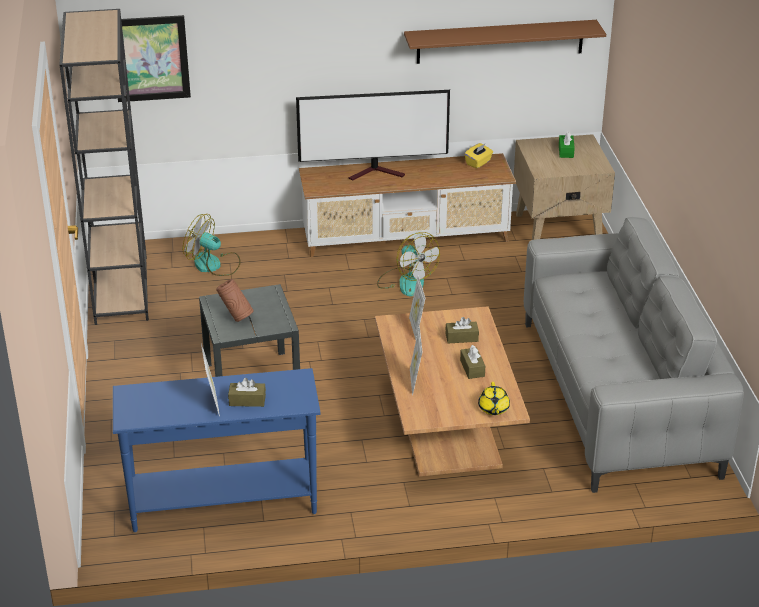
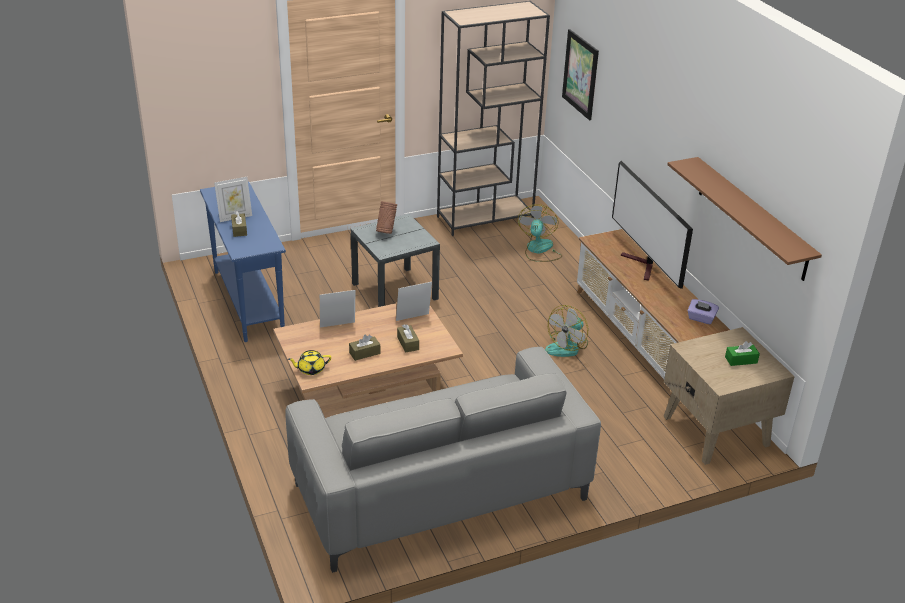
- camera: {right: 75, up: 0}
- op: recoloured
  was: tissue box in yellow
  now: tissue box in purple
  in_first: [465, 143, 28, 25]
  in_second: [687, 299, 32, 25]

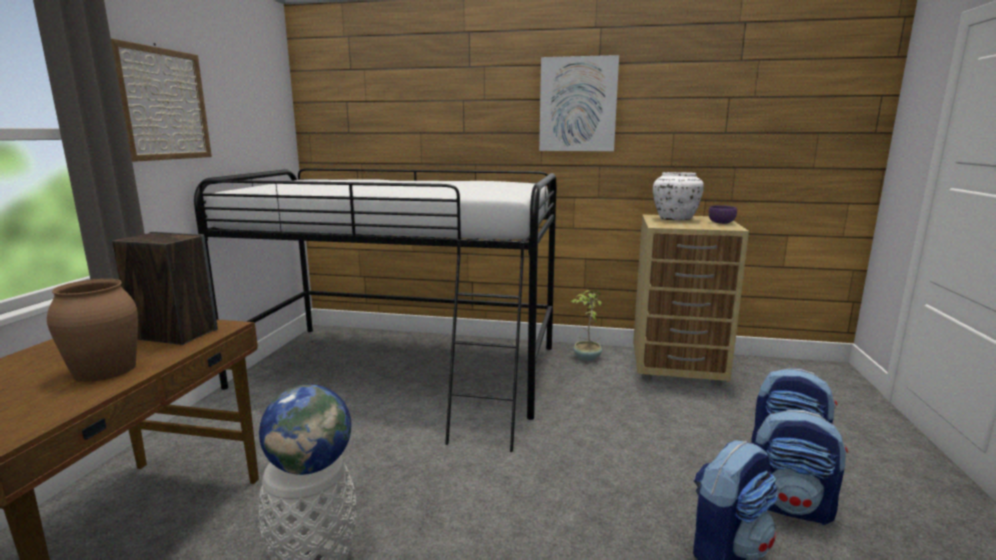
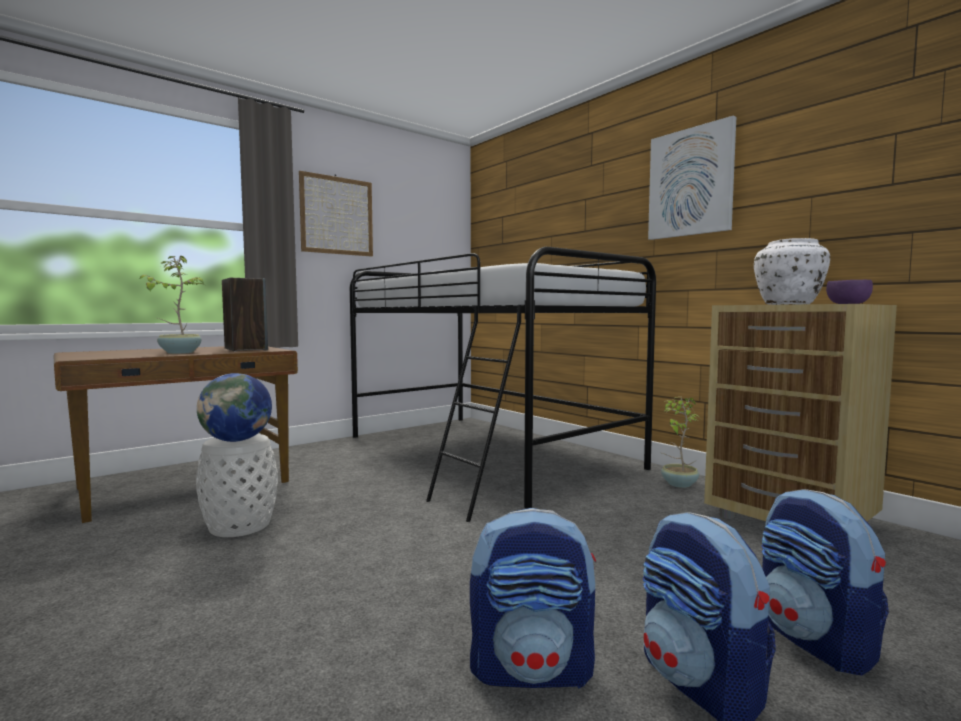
- camera: {right: 40, up: -10}
- op: replaced
  was: flower vase in brown-coloured
  now: plant in a pot
  in_first: [47, 279, 91, 103]
  in_second: [139, 256, 66, 98]

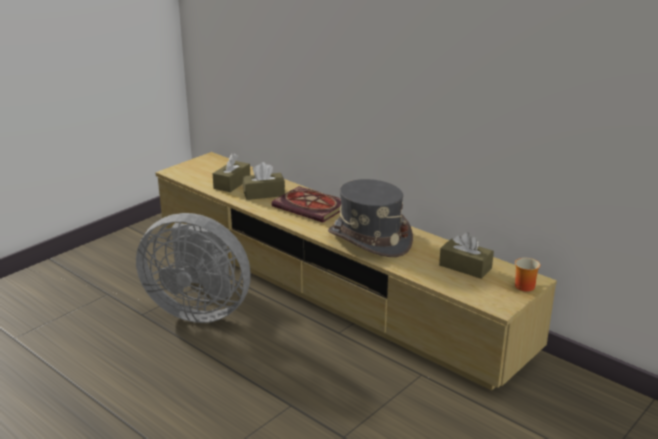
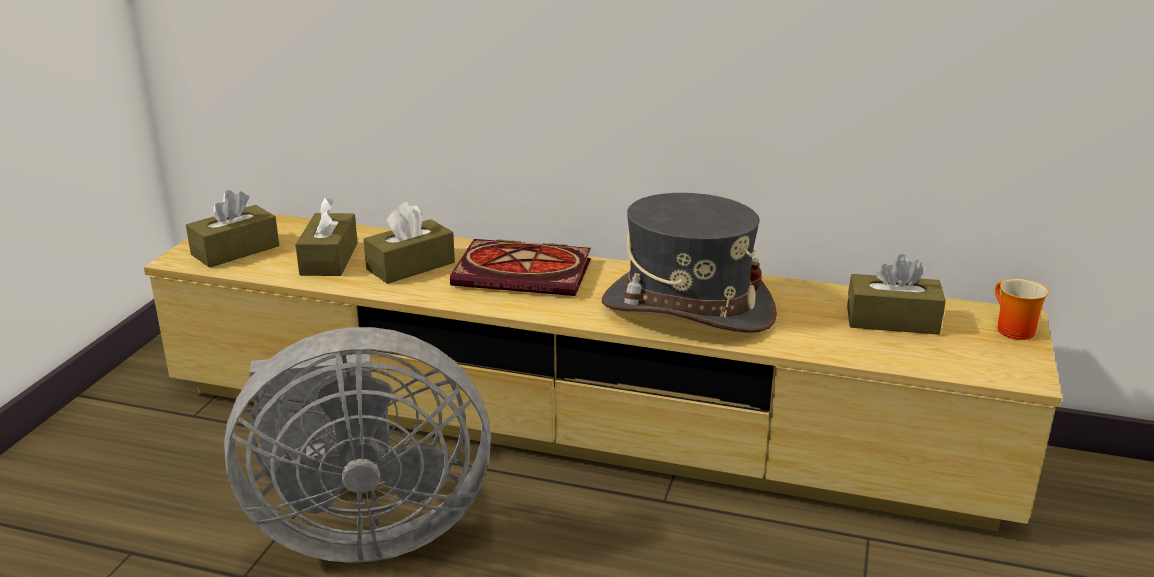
- camera: {right: -25, up: 0}
- op: added
  now: tissue box in brown-coloured
  in_second: [186, 190, 93, 78]

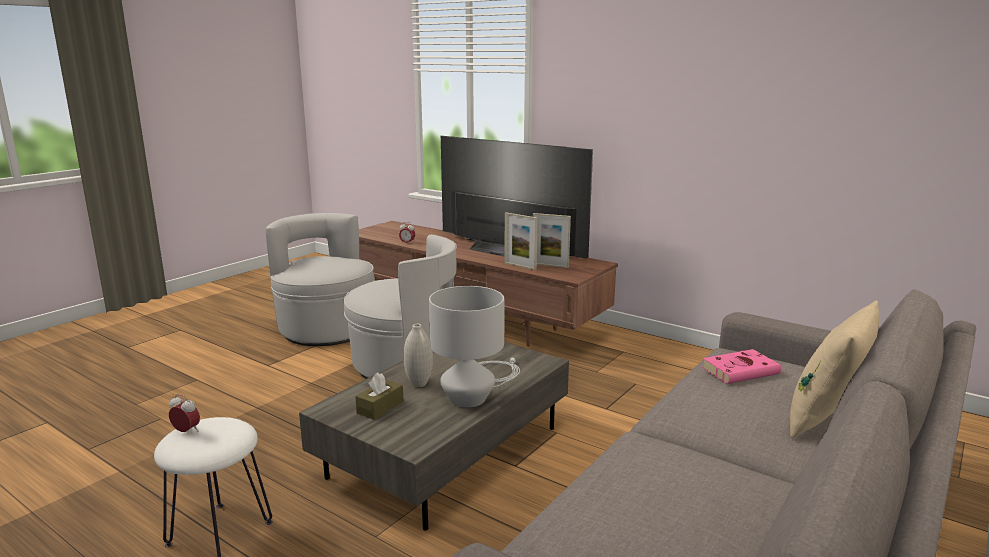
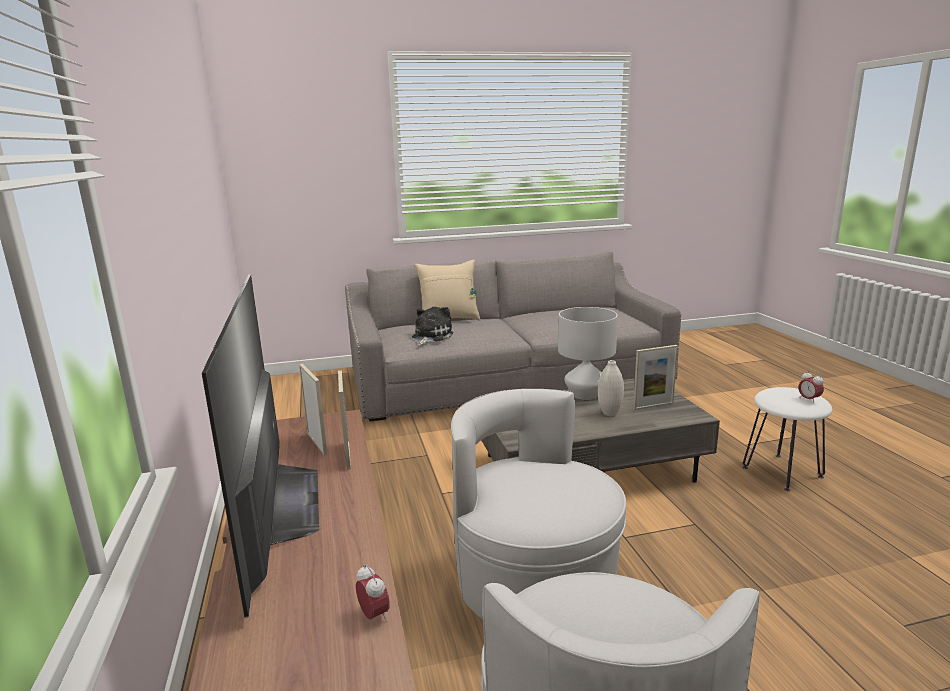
- camera: {right: -140, up: 0}
- op: replaced
  was: tissue box in brown-coloured
  now: picture frame
  in_first: [355, 372, 49, 48]
  in_second: [633, 345, 45, 65]
- op: replaced
  was: book in pink-coloured
  now: plush toy
  in_first: [702, 349, 79, 35]
  in_second: [412, 307, 41, 38]

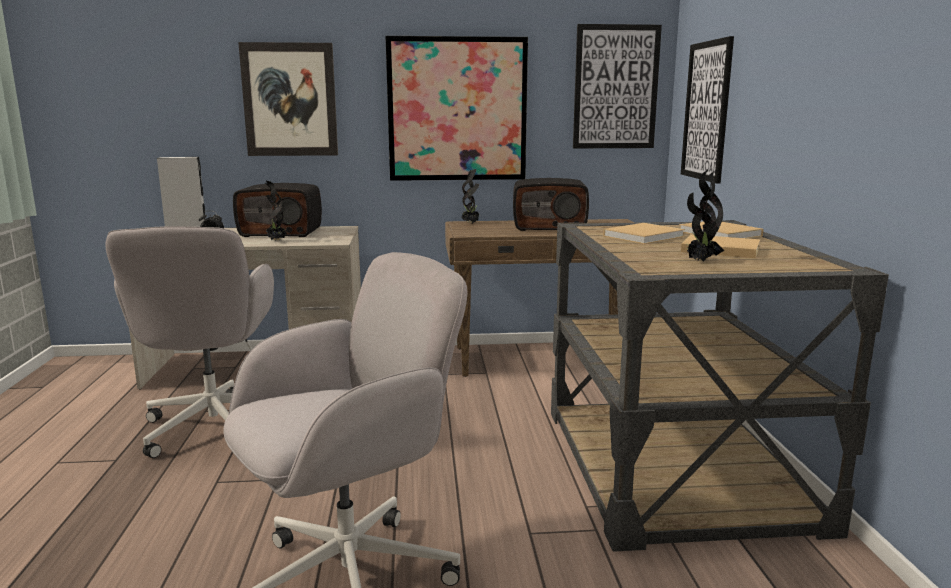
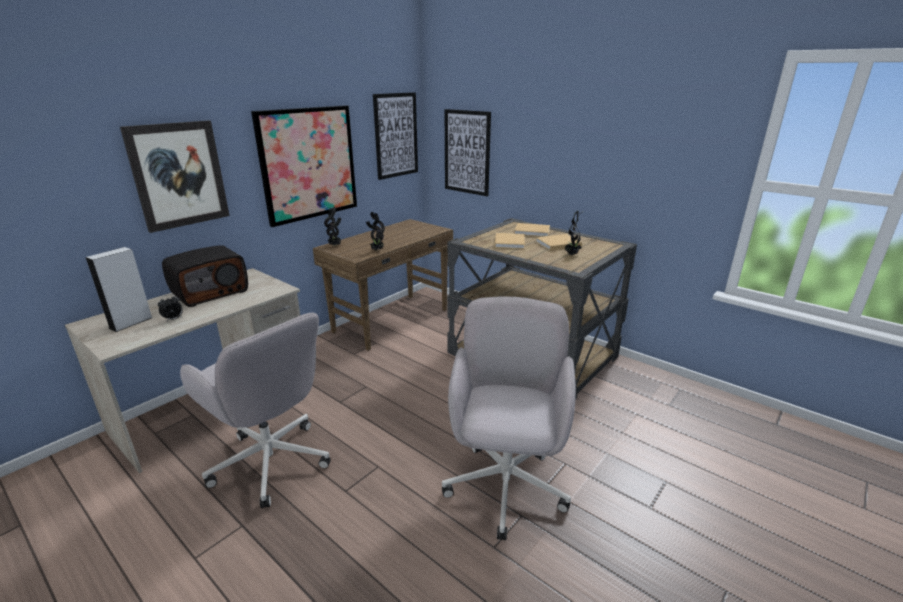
- camera: {right: -45, up: 10}
- op: removed
  was: radio set
  in_first: [513, 178, 76, 53]
- op: moved
  was: plant in a pot
  in_first: [265, 181, 22, 60]
  in_second: [366, 212, 19, 39]

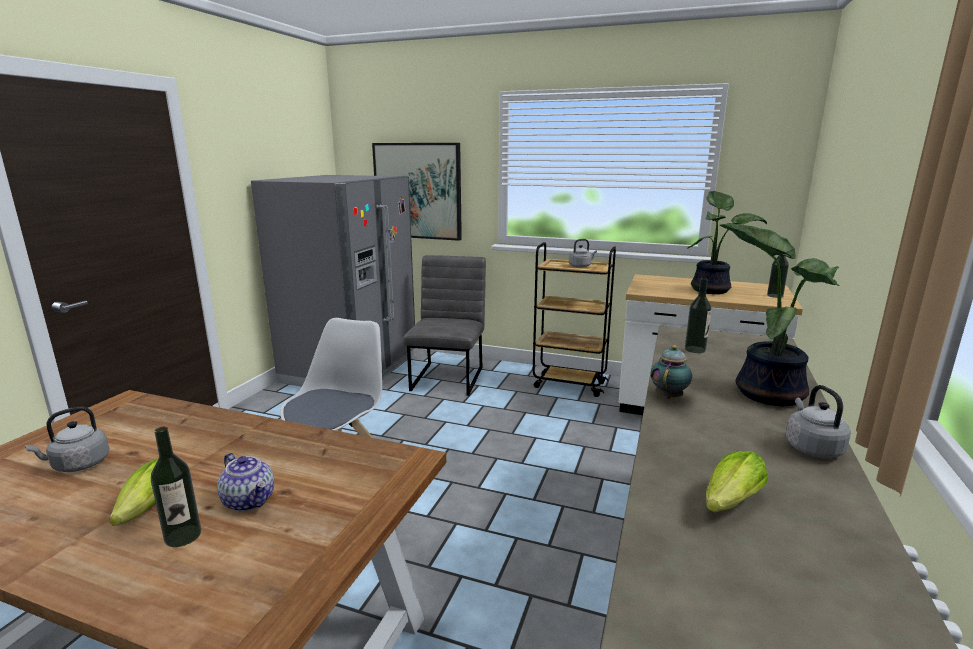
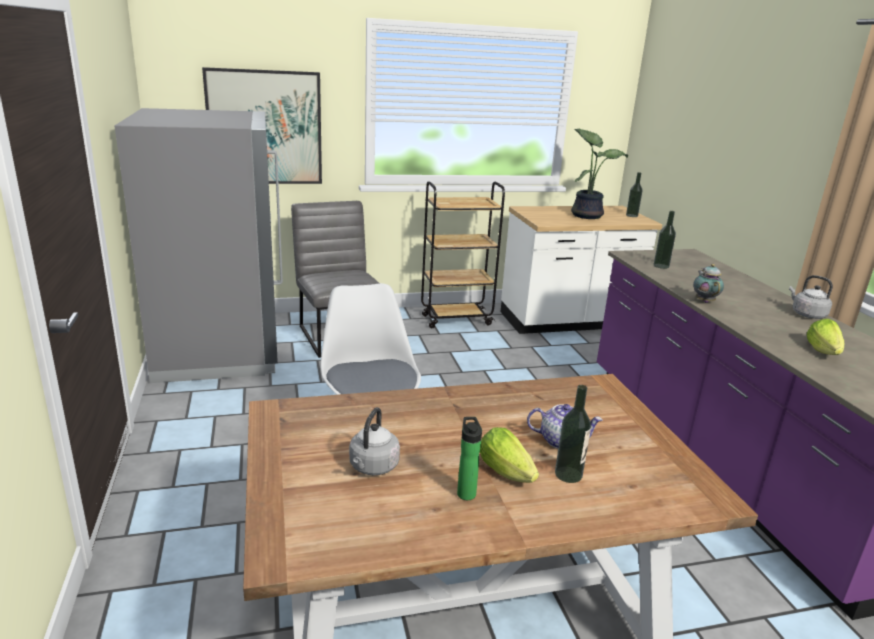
- camera: {right: -35, up: 5}
- op: removed
  was: kettle in greyish
  in_first: [569, 239, 28, 29]
- op: removed
  was: plant in a pot
  in_first: [720, 223, 119, 183]
- op: added
  now: drink bottle
  in_second: [457, 417, 25, 83]

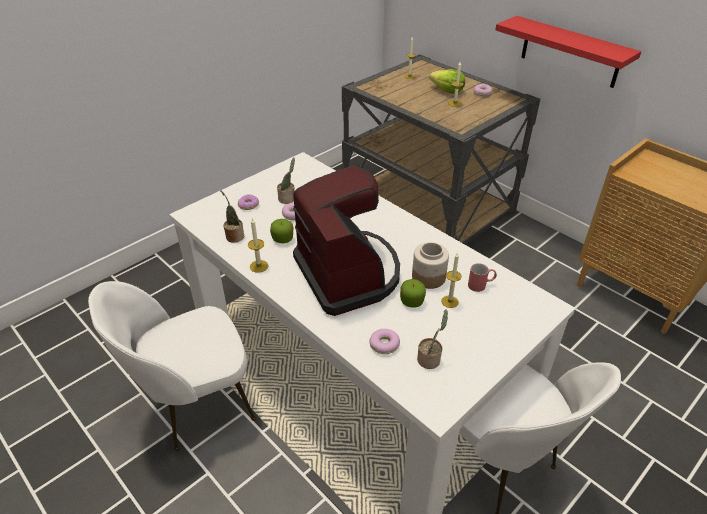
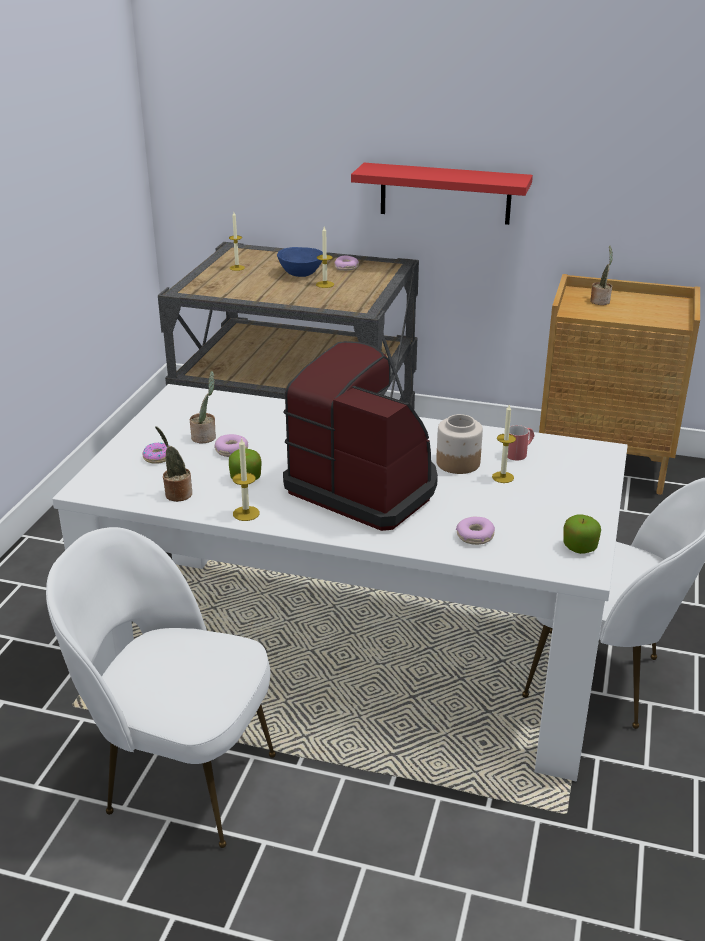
- camera: {right: -30, up: -10}
- op: moved
  was: whole apple
  in_first: [400, 279, 26, 29]
  in_second: [563, 514, 38, 40]
- op: moved
  was: plant in a pot
  in_first: [417, 309, 31, 60]
  in_second: [590, 246, 23, 59]
- op: replaced
  was: lettuce head
  now: serving bowl in blue
  in_first: [429, 69, 36, 25]
  in_second: [277, 247, 46, 30]
- op: turned
  was: plain chair in white
  in_first: [88, 281, 168, 170]
  in_second: [46, 527, 230, 321]
  clockwise: 75

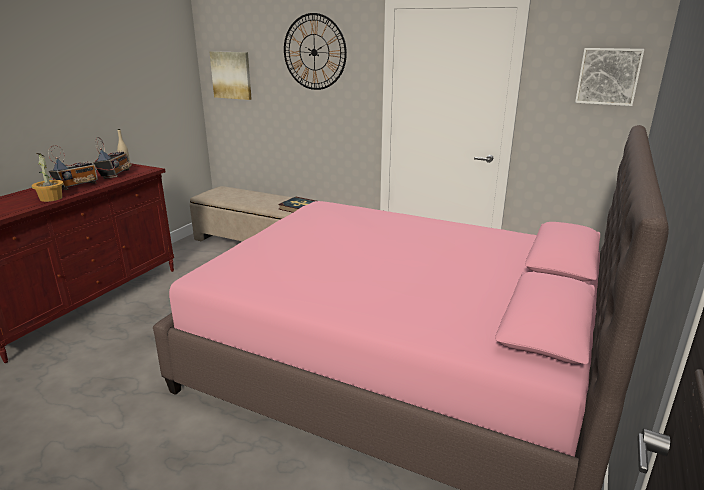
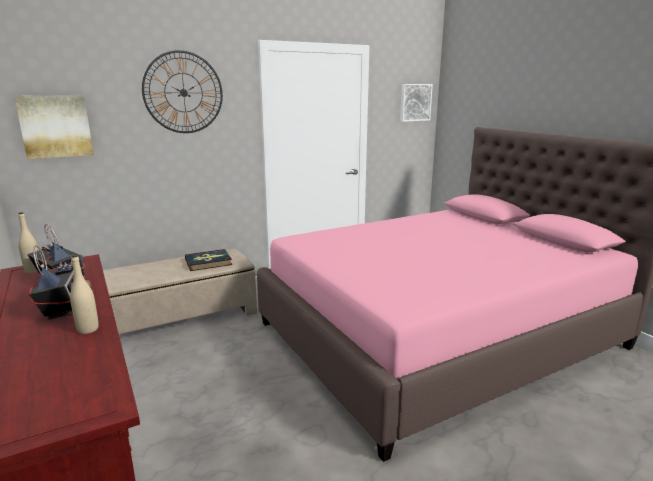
- camera: {right: -55, up: -5}
- op: replaced
  was: plant in a pot
  now: drink bottle in beige-coloured
  in_first: [32, 153, 32, 49]
  in_second: [70, 254, 29, 80]

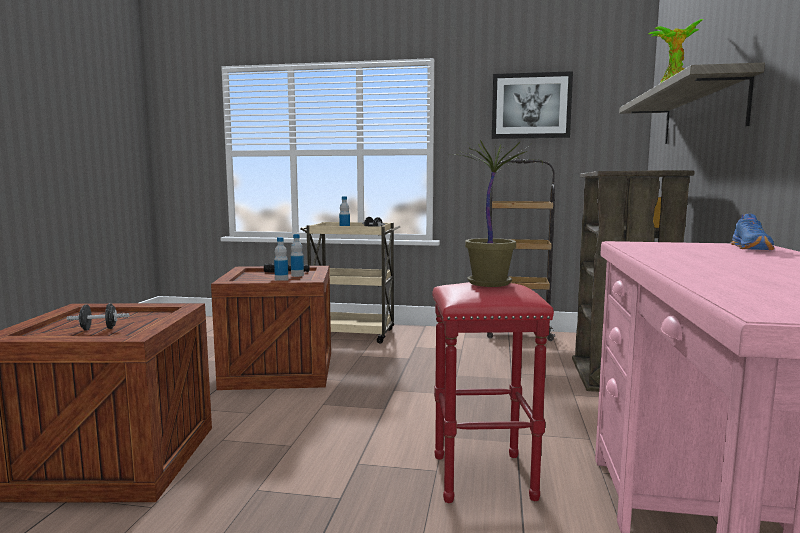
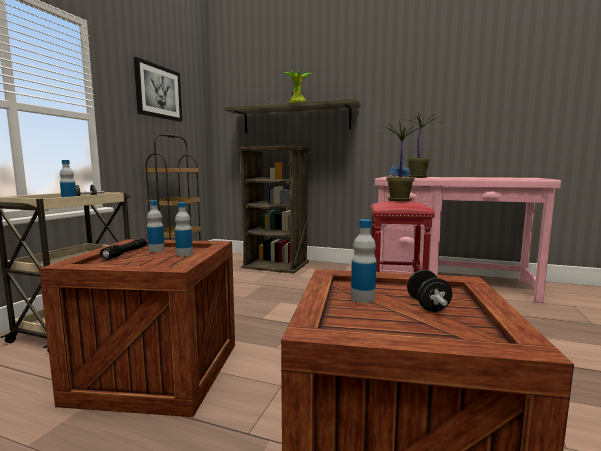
- camera: {right: -80, up: 0}
- op: added
  now: drink bottle
  in_second: [351, 219, 25, 84]
- op: added
  now: plant in a pot
  in_second: [402, 113, 40, 65]

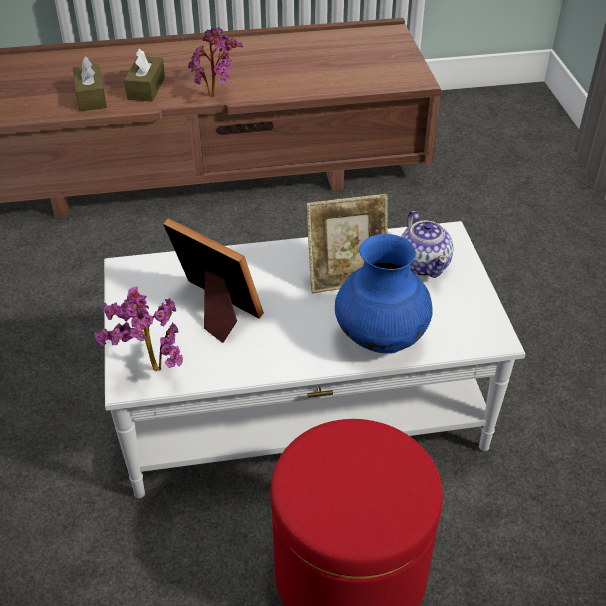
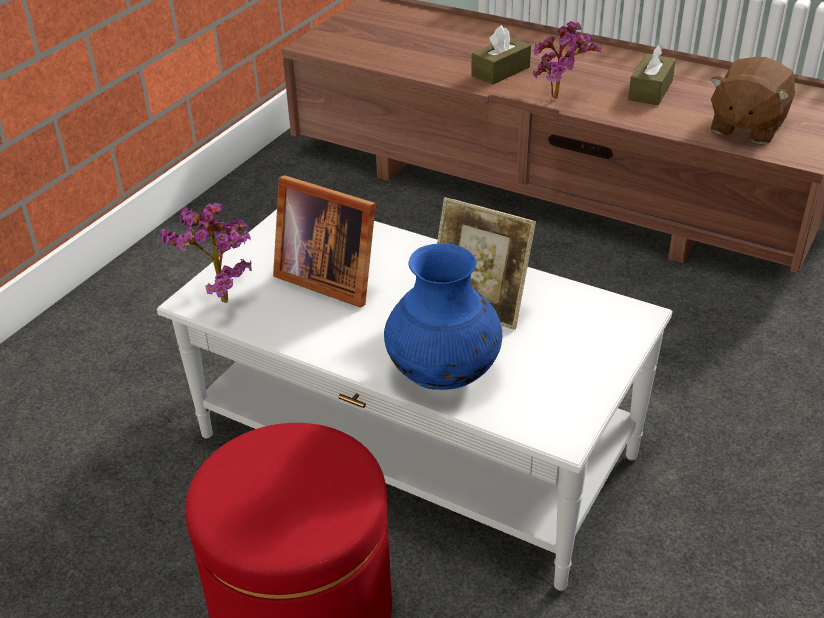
- camera: {right: 40, up: -5}
- op: removed
  was: teapot
  in_first: [401, 211, 53, 67]
- op: added
  now: plush toy in brown-coloured
  in_second: [710, 57, 85, 87]
- op: moved
  was: tissue box in brown-coloured
  in_first: [72, 57, 35, 54]
  in_second: [628, 44, 48, 61]
- op: turned
  was: picture frame
  in_first: [163, 218, 101, 125]
  in_second: [273, 175, 103, 133]
  clockwise: 135

